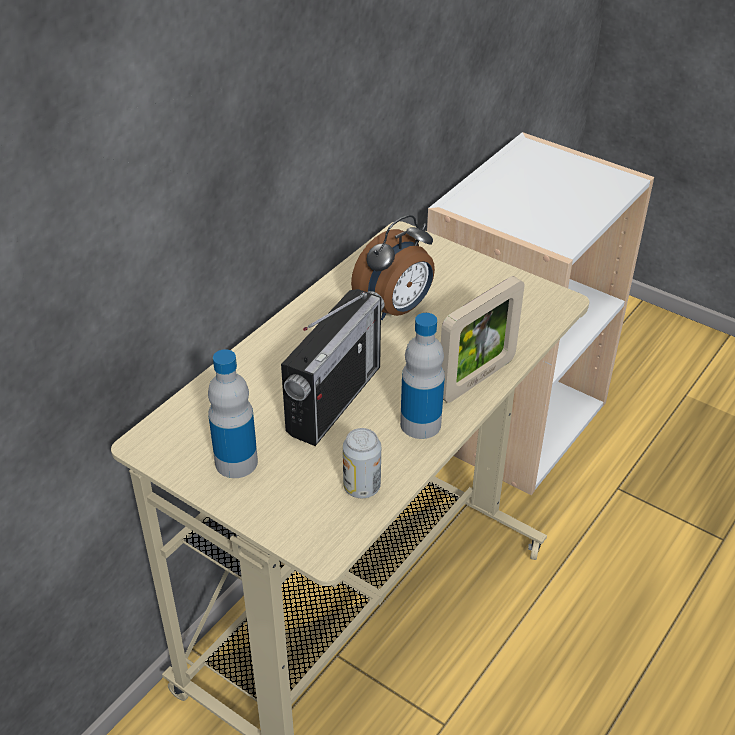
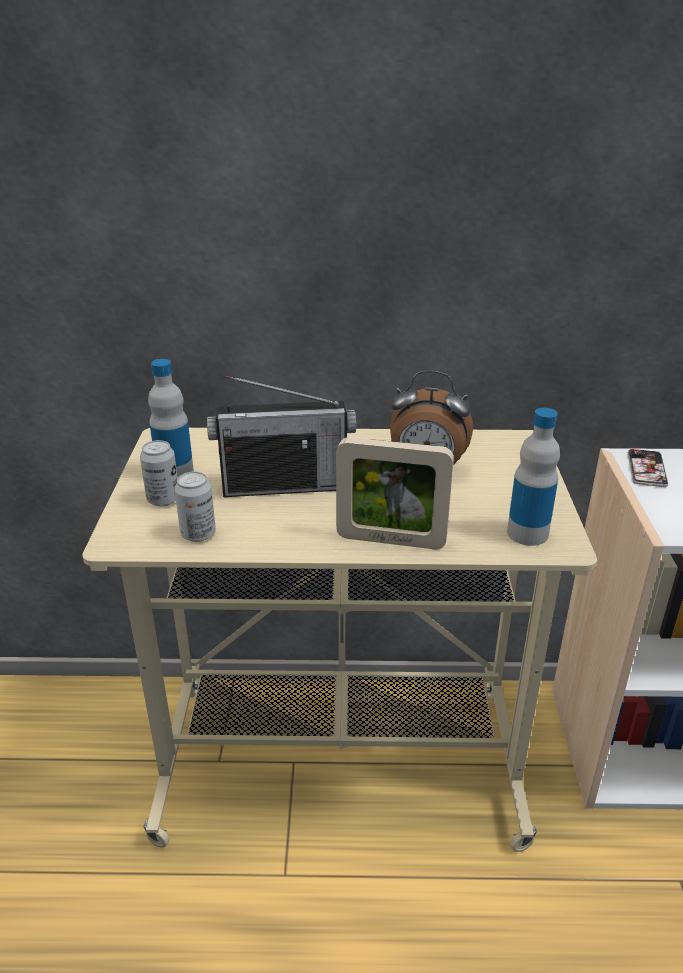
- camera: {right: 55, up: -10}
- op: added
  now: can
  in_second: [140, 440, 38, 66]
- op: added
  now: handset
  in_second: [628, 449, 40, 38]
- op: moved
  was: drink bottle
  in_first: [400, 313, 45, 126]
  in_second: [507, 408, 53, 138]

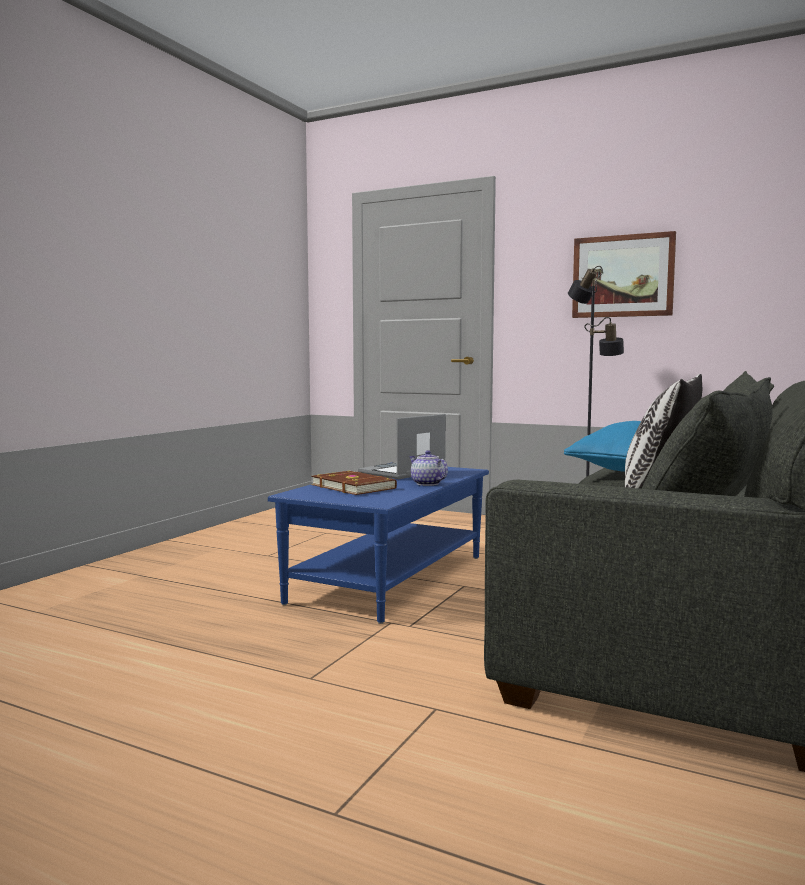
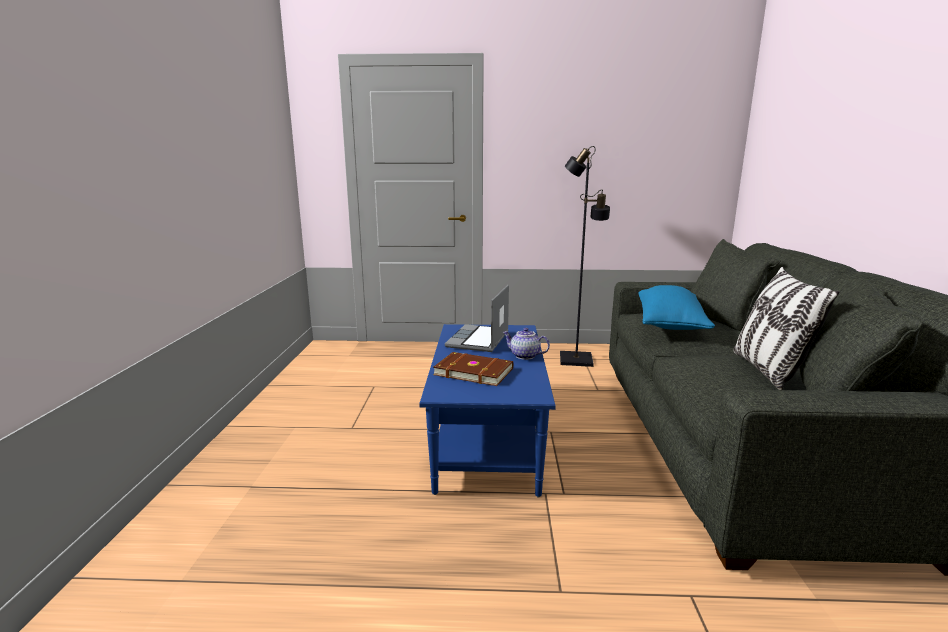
- camera: {right: -25, up: 10}
- op: removed
  was: picture
  in_first: [572, 231, 104, 87]

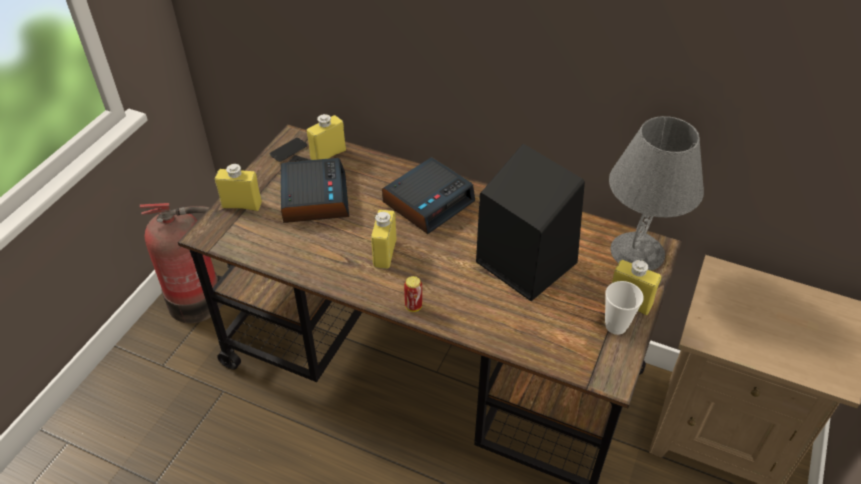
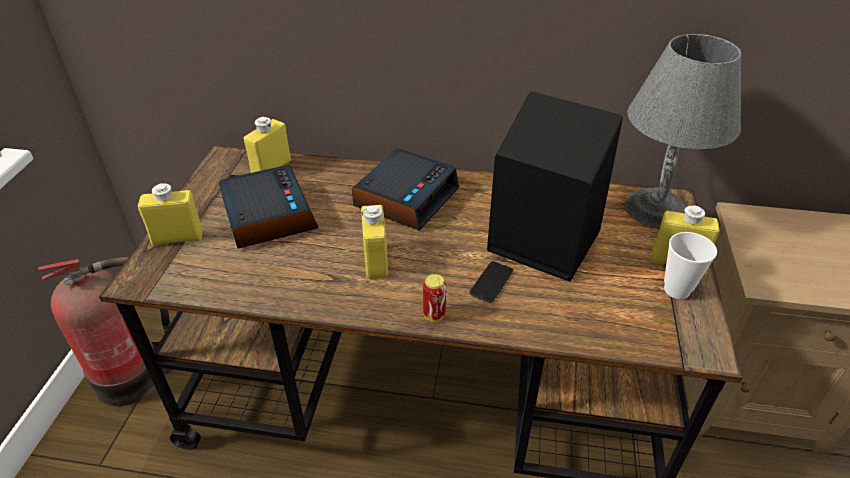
- camera: {right: -15, up: -5}
- op: moved
  was: handset
  in_first: [270, 138, 37, 24]
  in_second: [469, 261, 44, 42]

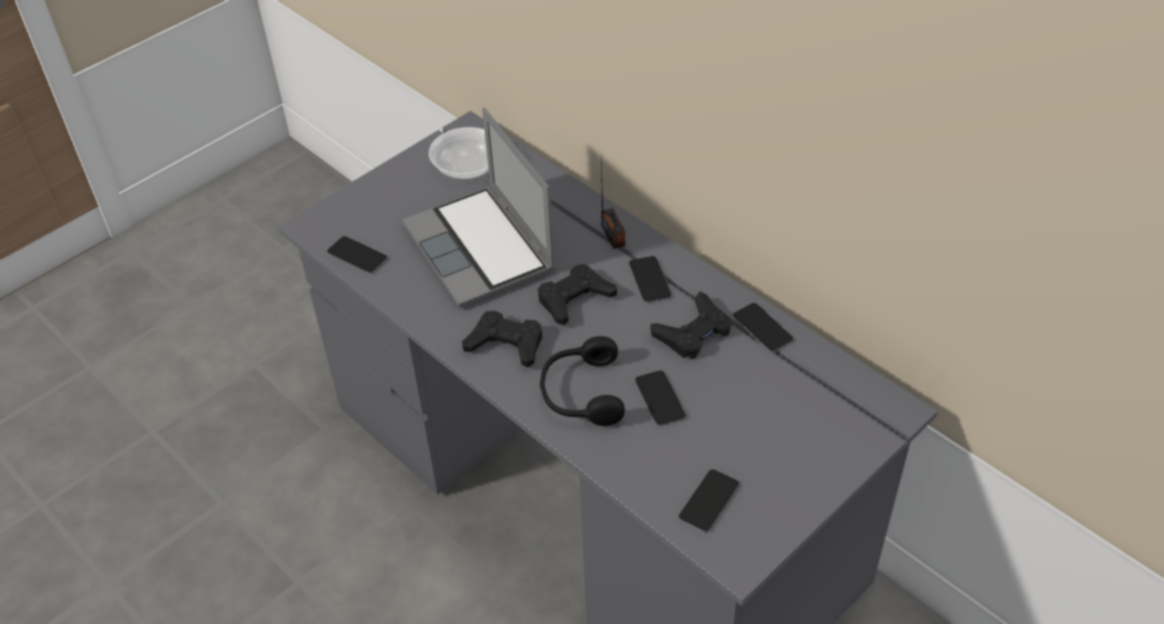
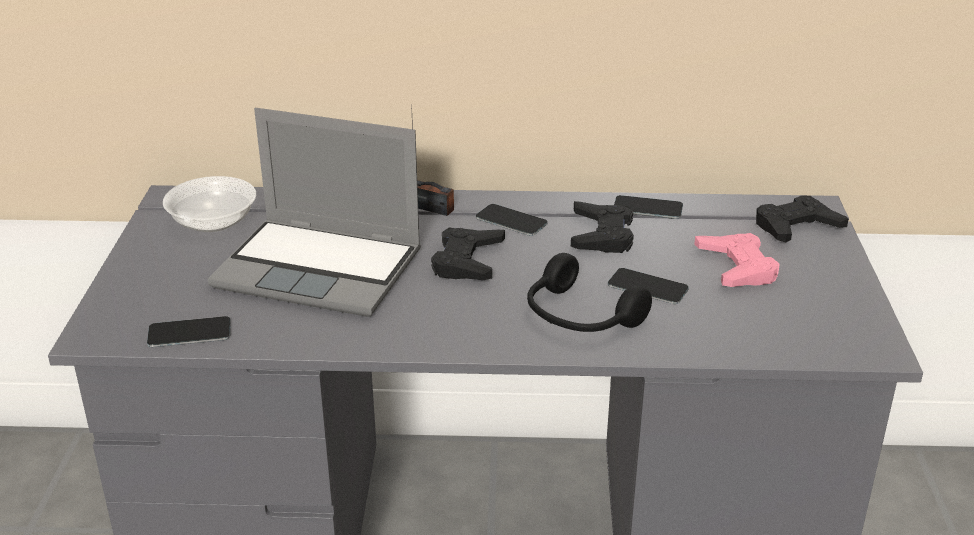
- camera: {right: -45, up: -15}
- op: removed
  was: handset
  in_first: [679, 469, 60, 64]
- op: added
  now: gamepad in pink-coloured
  in_second: [694, 233, 85, 54]
- op: moved
  was: gamepad in black-coloured
  in_first: [462, 311, 80, 56]
  in_second: [756, 196, 93, 47]

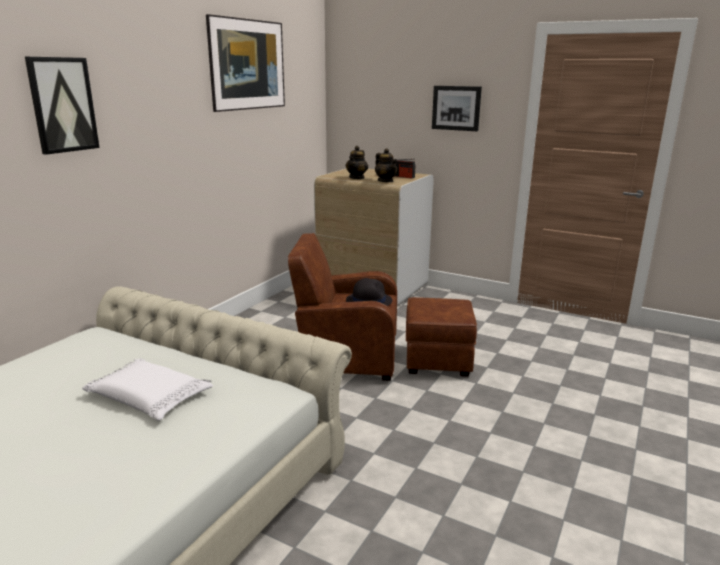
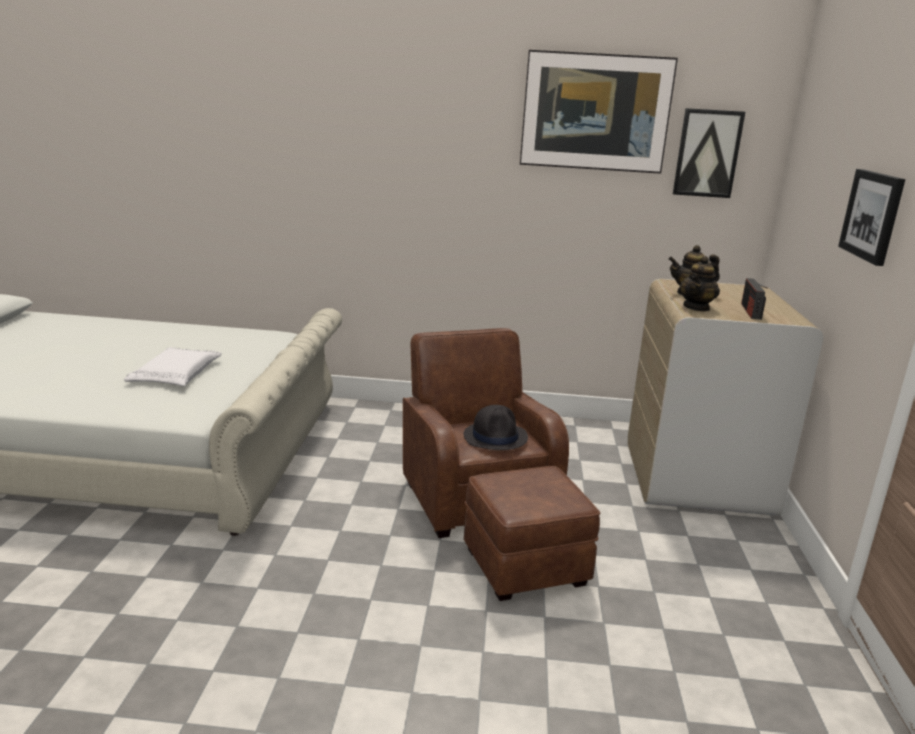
- camera: {right: 65, up: 0}
- op: moved
  was: picture
  in_first: [25, 57, 74, 98]
  in_second: [673, 108, 72, 90]

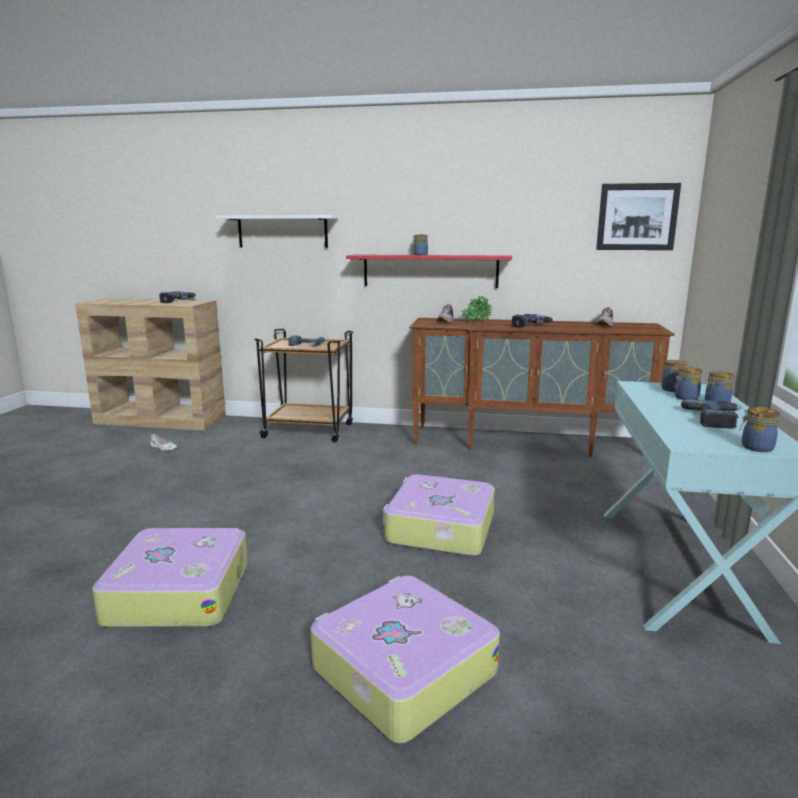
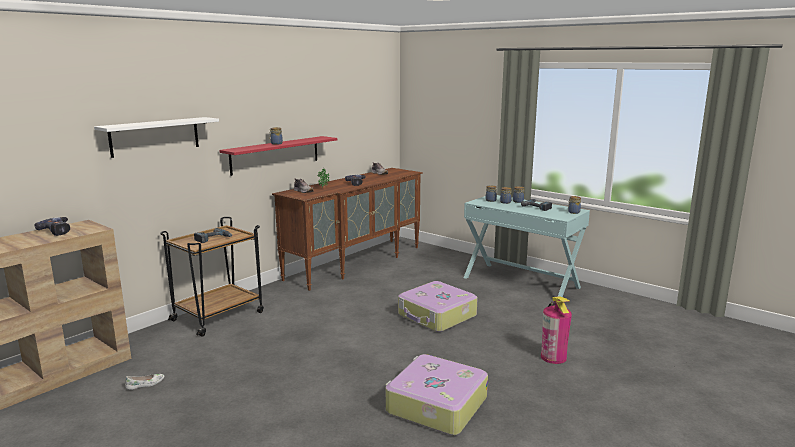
- camera: {right: -60, up: 0}
- op: removed
  was: picture
  in_first: [596, 183, 85, 67]
- op: replaced
  was: travel case
  now: extinguisher
  in_first: [311, 576, 189, 168]
  in_second: [541, 296, 31, 68]

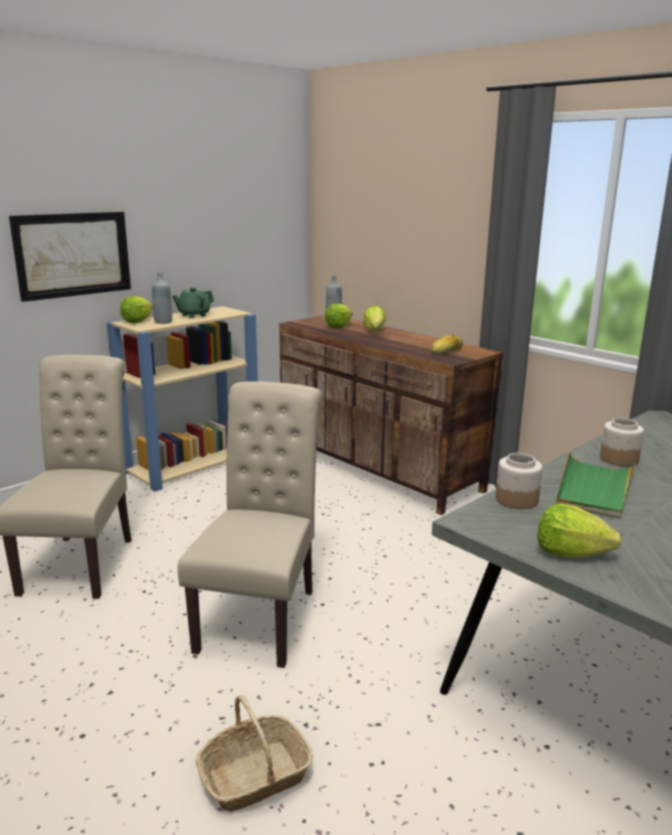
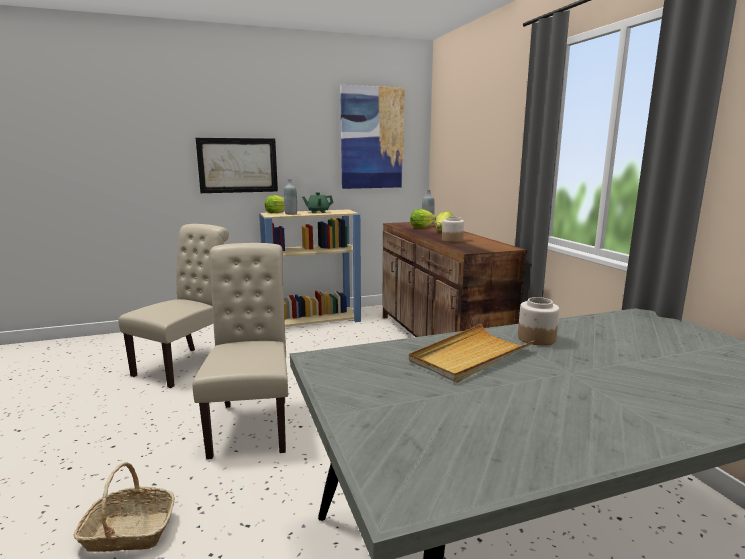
- camera: {right: 25, up: -5}
- op: removed
  was: bread
  in_first: [432, 335, 31, 20]
- op: removed
  was: lettuce head
  in_first: [537, 503, 85, 54]
- op: added
  now: picture
  in_second: [340, 85, 65, 104]
- op: moved
  was: preserve jar
  in_first: [496, 453, 46, 56]
  in_second: [442, 217, 22, 25]
- op: recoloured
  was: serving tray in green-coloured
  now: serving tray in beige-coloured
  in_first: [556, 452, 80, 67]
  in_second: [409, 324, 125, 59]
- op: turned
  was: plain chair in beige-coloured
  in_first: [178, 381, 144, 287]
  in_second: [192, 243, 96, 216]
  clockwise: -45

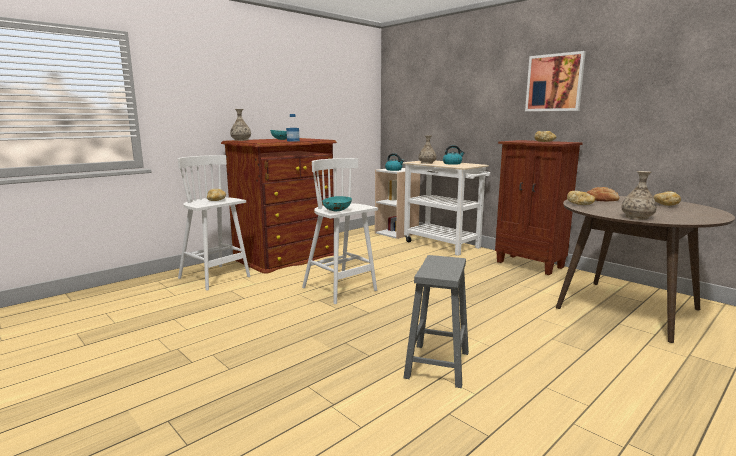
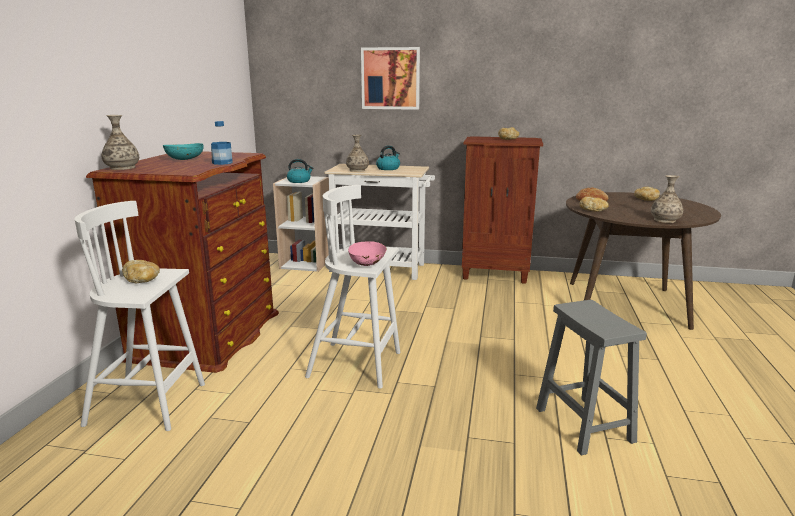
- camera: {right: -35, up: 5}
- op: moved
  was: picture
  in_first: [525, 51, 61, 60]
  in_second: [361, 47, 59, 63]
- op: recoloured
  was: serving bowl in blue-green
  now: serving bowl in pink-coloured
  in_first: [322, 196, 30, 15]
  in_second: [348, 241, 39, 25]

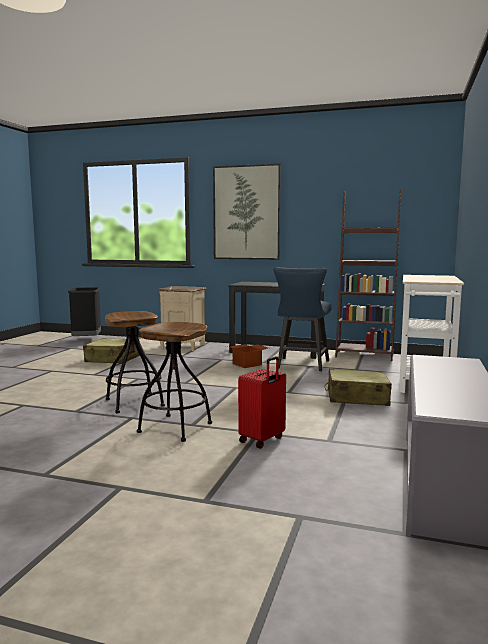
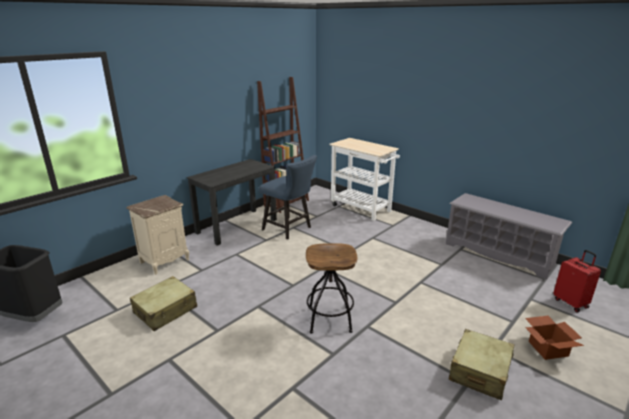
- camera: {right: -65, up: 15}
- op: removed
  was: sitting stool in brown-coloured
  in_first: [137, 322, 75, 120]
- op: removed
  was: picture
  in_first: [213, 163, 68, 97]
- op: moved
  was: packing box
  in_first: [226, 344, 43, 24]
  in_second: [525, 316, 59, 44]
- op: moved
  was: travel case in reddish
  in_first: [238, 356, 48, 92]
  in_second: [553, 250, 48, 62]
- op: moved
  was: travel case in beige-coloured
  in_first: [324, 369, 68, 37]
  in_second: [449, 329, 66, 71]

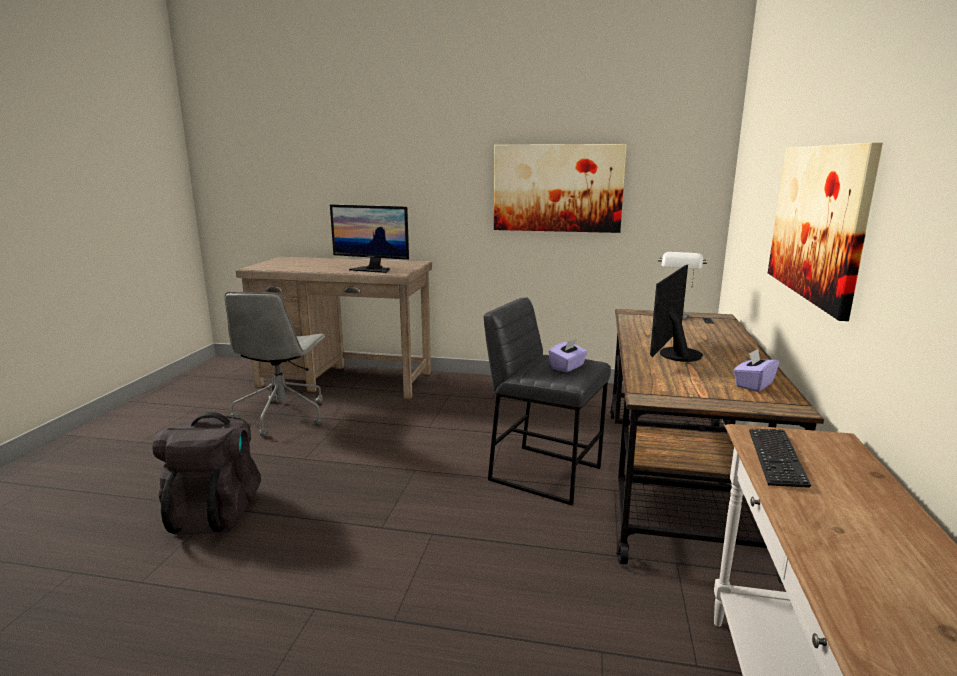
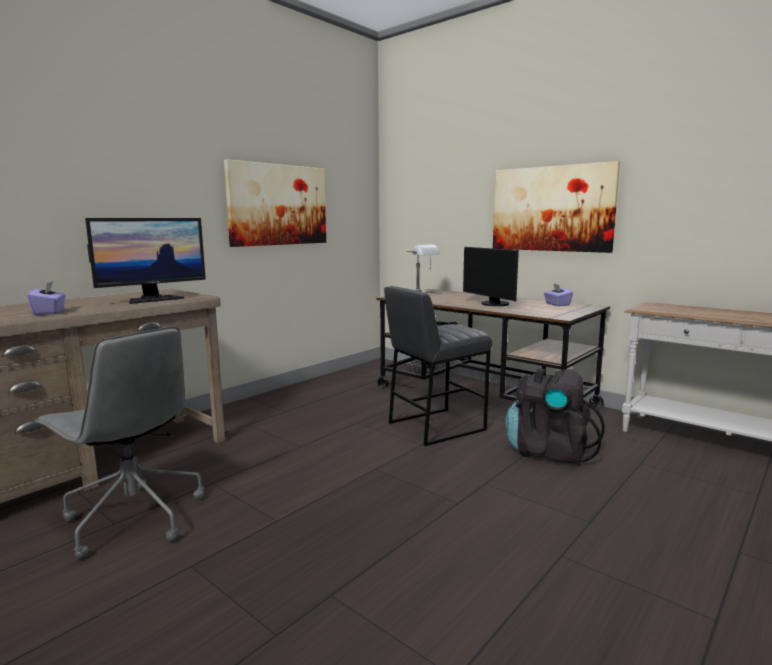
- camera: {right: -60, up: -5}
- op: removed
  was: computer keyboard
  in_first: [749, 429, 62, 59]
- op: moved
  was: knapsack in black-coloured
  in_first: [152, 412, 109, 123]
  in_second: [506, 368, 99, 97]
- op: moved
  was: tissue box in purple
  in_first: [549, 338, 39, 34]
  in_second: [27, 281, 39, 34]

